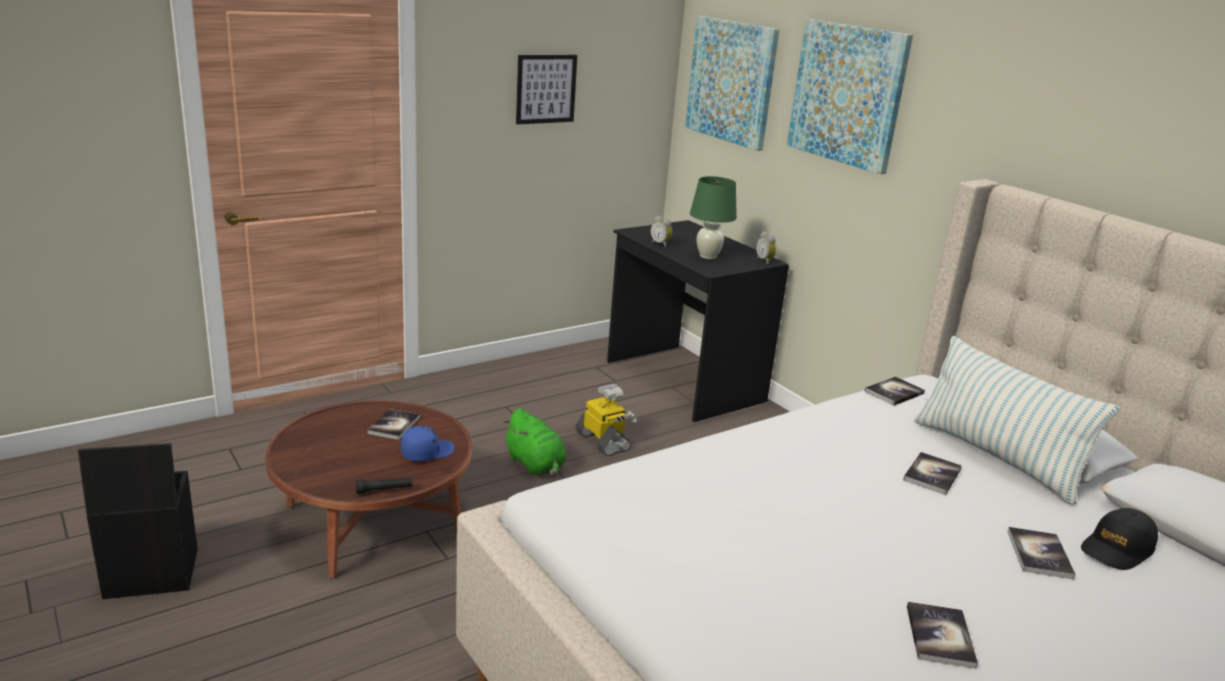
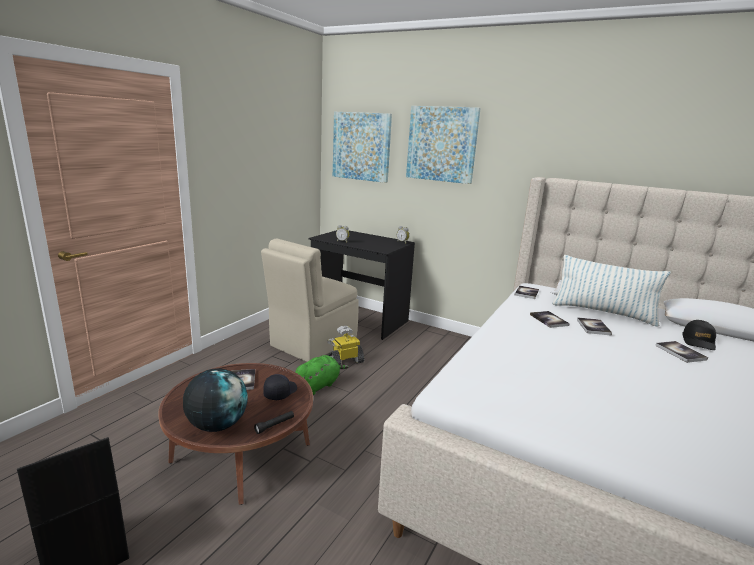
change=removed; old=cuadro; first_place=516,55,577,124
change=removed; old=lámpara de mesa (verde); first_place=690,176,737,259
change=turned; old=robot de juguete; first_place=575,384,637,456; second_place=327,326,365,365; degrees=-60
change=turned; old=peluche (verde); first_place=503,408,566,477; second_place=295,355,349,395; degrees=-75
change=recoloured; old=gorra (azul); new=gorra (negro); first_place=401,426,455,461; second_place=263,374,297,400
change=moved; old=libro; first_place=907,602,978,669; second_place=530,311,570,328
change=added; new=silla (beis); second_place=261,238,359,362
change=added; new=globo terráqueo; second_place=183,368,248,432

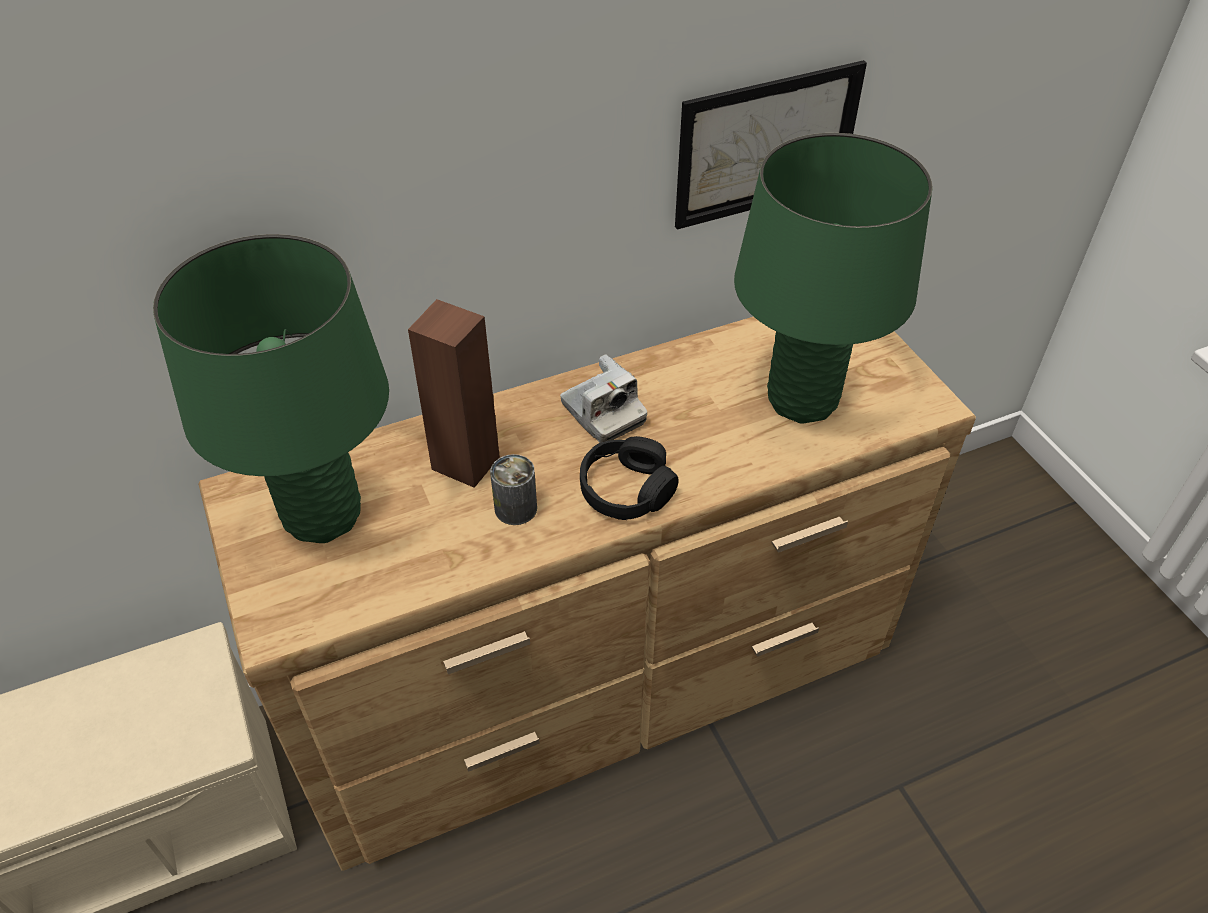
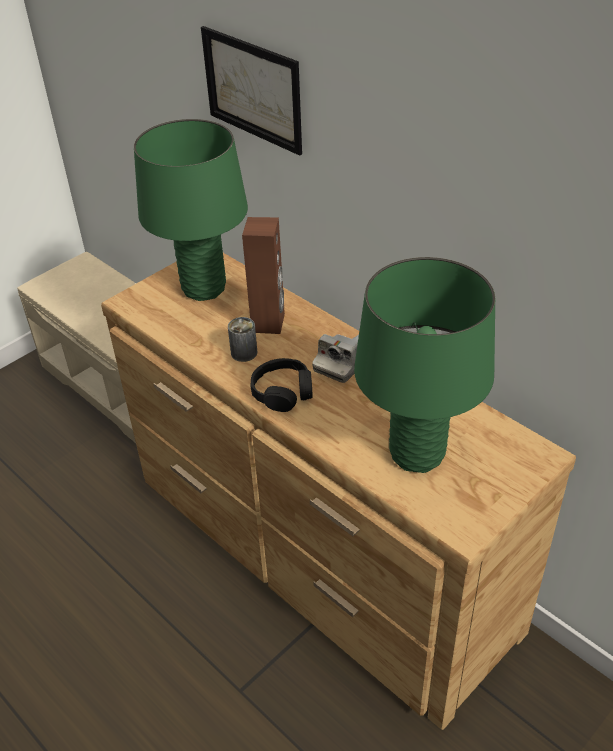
change=moved; old=cuadro; first_place=675,60,867,230; second_place=201,26,302,156

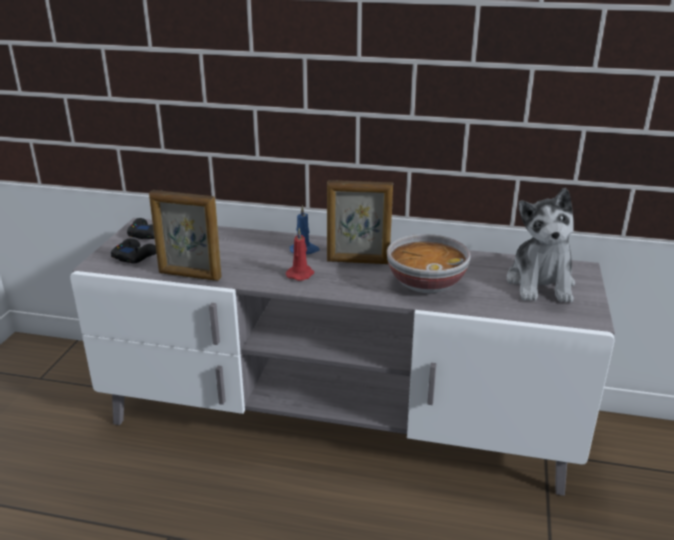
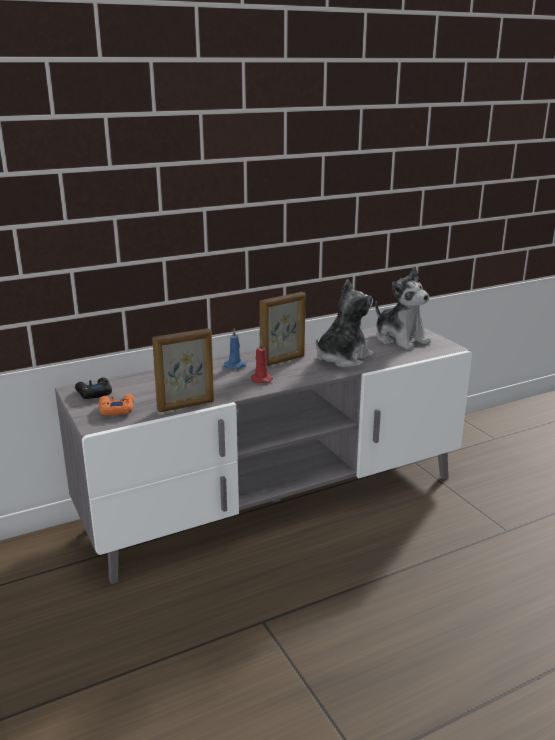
change=replaced; old=cuenco; new=peluche; first_place=387,234,471,293; second_place=316,279,374,368
change=recoloured; old=mando de consola (negro); new=mando de consola (naranja); first_place=111,238,157,264; second_place=99,394,134,415

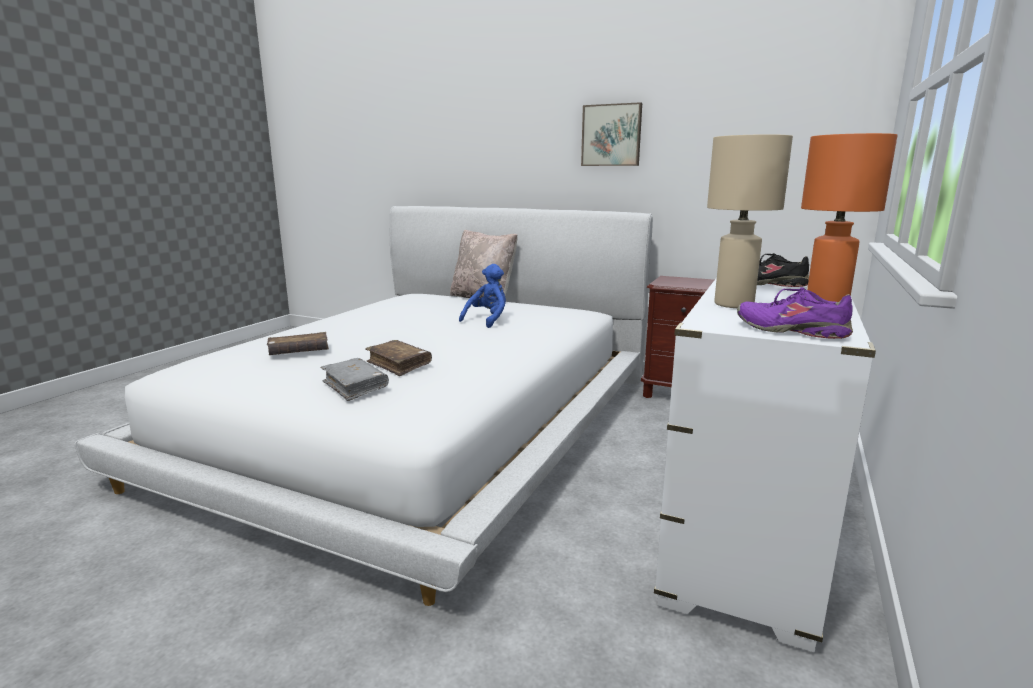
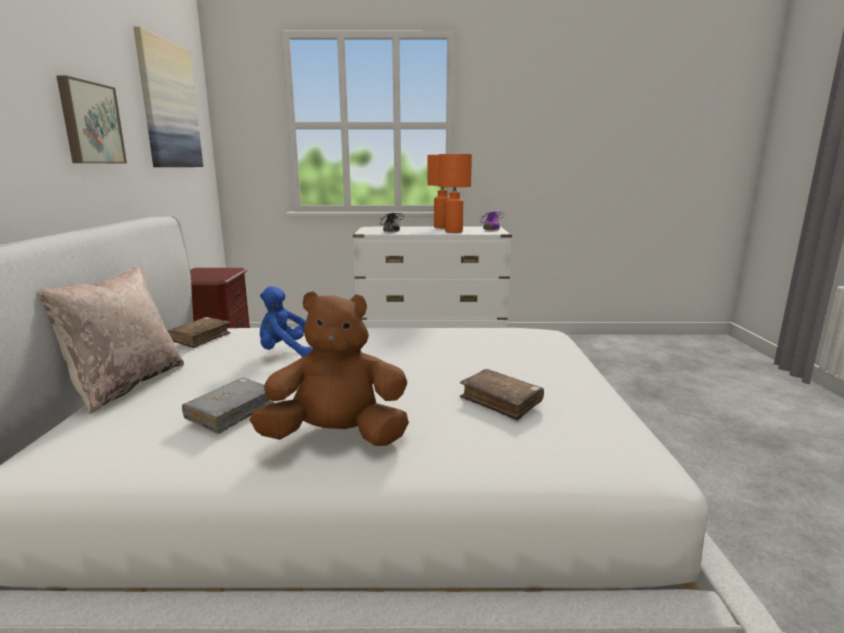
change=recoloured; old=lámpara de mesa (beis); new=lámpara de mesa (naranja); first_place=707,134,793,308; second_place=438,154,472,233
change=moved; old=libro (marrón); first_place=365,340,432,376; second_place=168,317,230,348
change=moved; old=libro (gris); first_place=321,358,389,401; second_place=182,378,274,434
change=added; new=cuadro; second_place=133,27,203,167
change=added; new=peluche (marrón); second_place=250,291,409,446

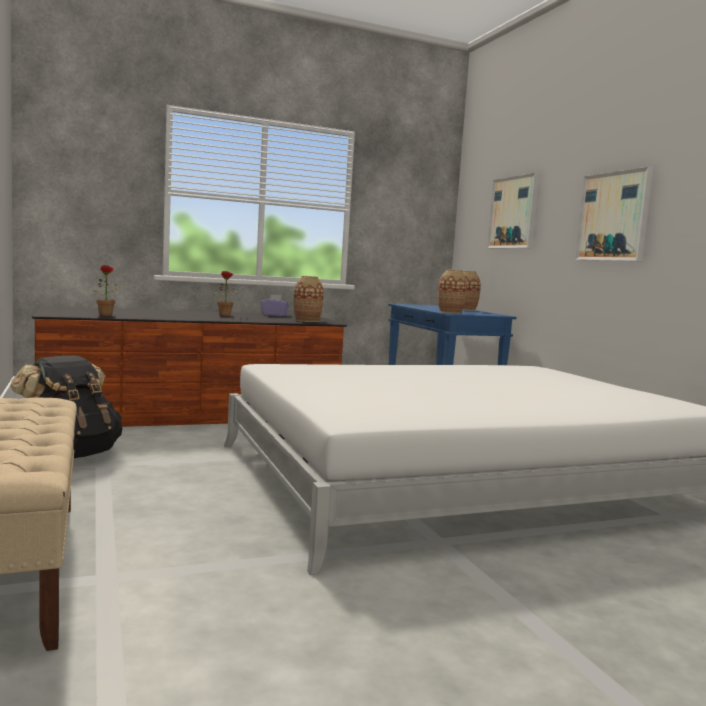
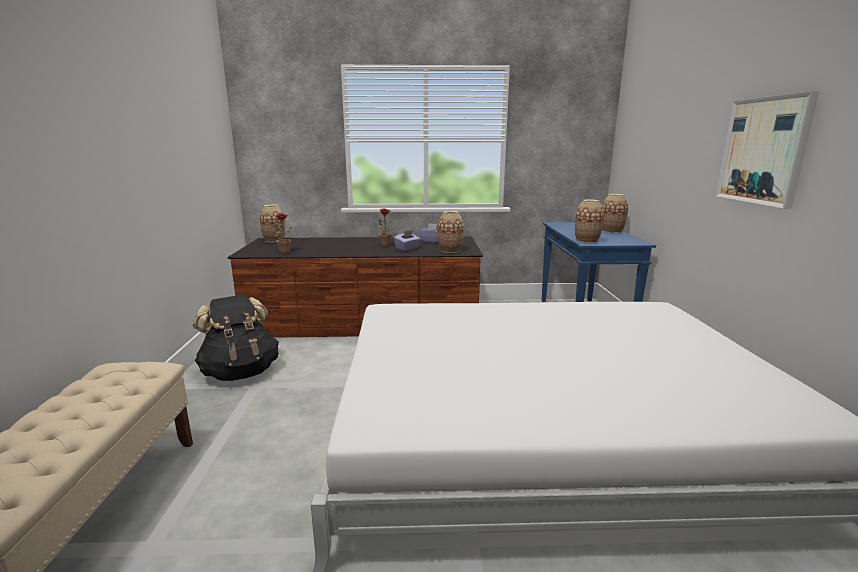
change=removed; old=cuadro; first_place=487,173,539,248
change=added; new=florero; second_place=260,204,285,242
change=added; new=caja de pañuelos (morado); second_place=394,230,421,251

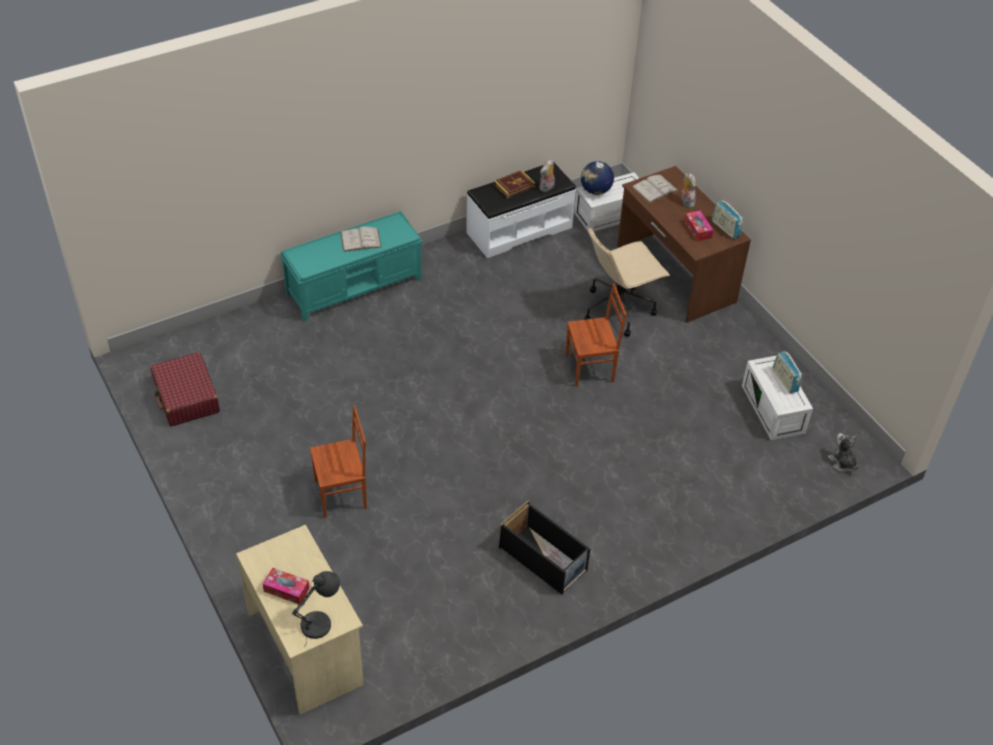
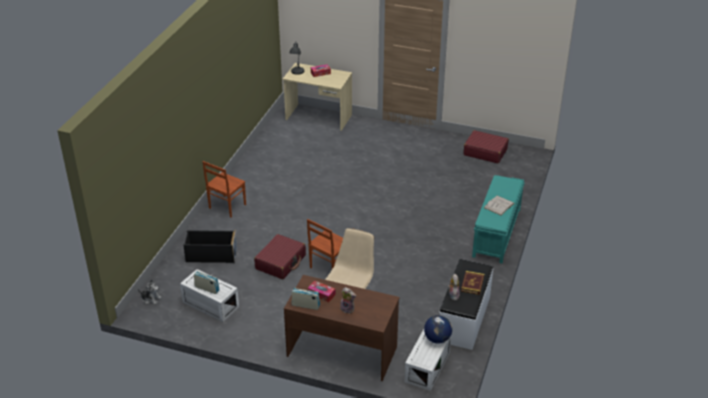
change=removed; old=libro (blanco); first_place=631,175,678,203
change=moved; old=silla (marrón); first_place=310,405,367,518; second_place=202,161,246,217
change=moved; old=caja de almacenaje (negro); first_place=499,500,590,594; second_place=183,230,237,264
change=added; new=maleta (rojo); second_place=254,234,306,279

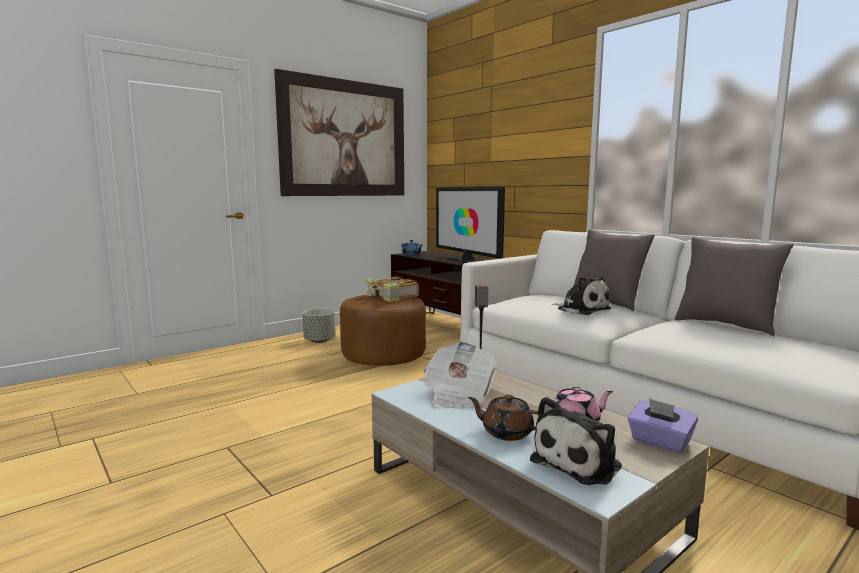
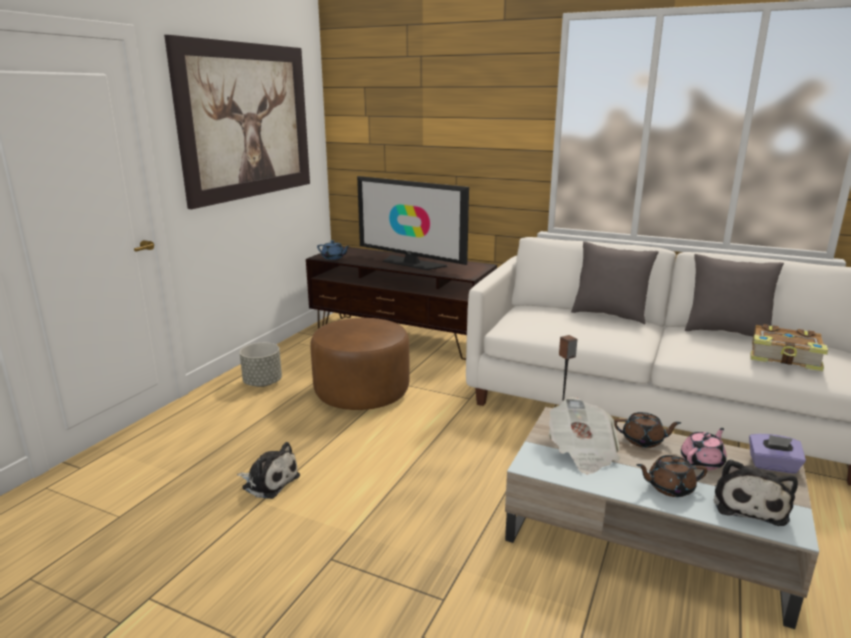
change=moved; old=libro; first_place=365,276,419,302; second_place=750,324,828,371
change=moved; old=peluche; first_place=552,276,611,315; second_place=237,442,300,499
change=added; new=tetera (marrón); second_place=614,412,681,448

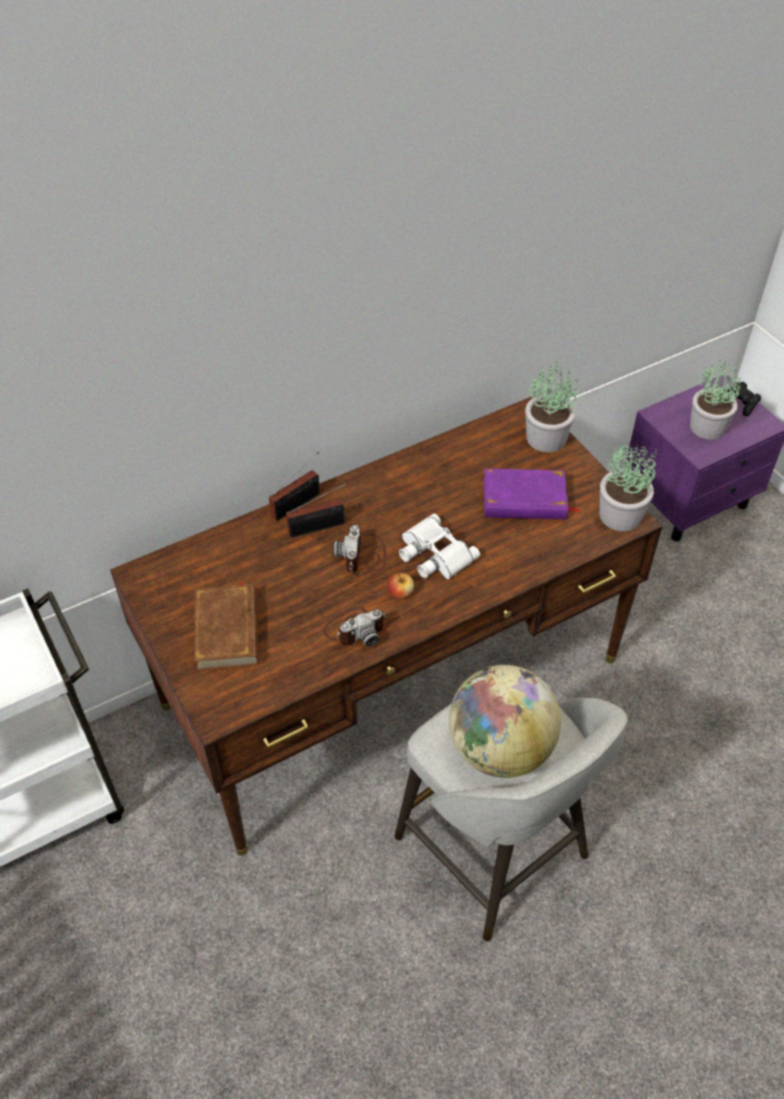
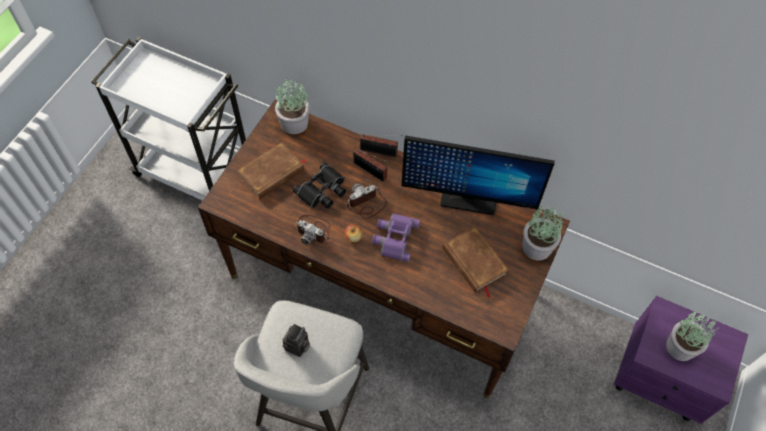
change=removed; old=mando de consola (negro); first_place=727,382,761,416
change=moved; old=planta en maceta; first_place=599,443,657,531; second_place=275,79,310,134
change=recoloured; old=libro (morado); new=libro (marrón); first_place=484,469,581,519; second_place=442,227,509,298
change=recoloured; old=prismáticos (blanco); new=prismáticos (morado); first_place=399,514,480,579; second_place=372,213,420,262
change=replaced; old=globo terráqueo; new=cámara; first_place=449,665,561,778; second_place=282,324,310,357
change=added; new=monitor; second_place=402,135,555,215
change=added; new=prismáticos (negro); second_place=293,162,346,209

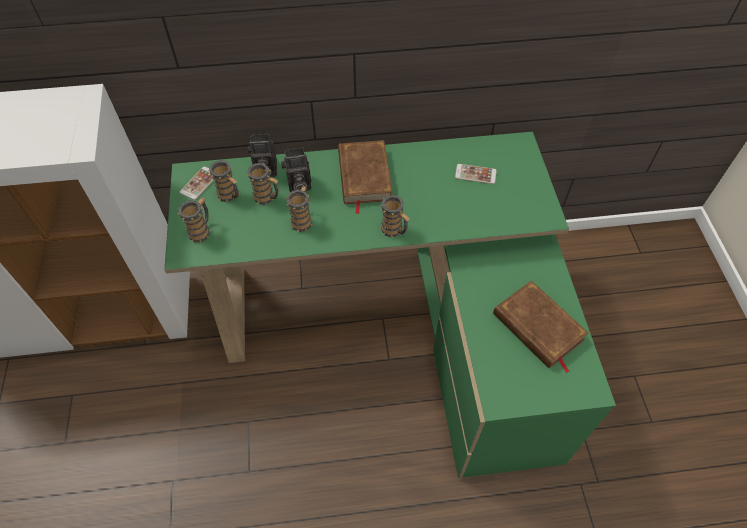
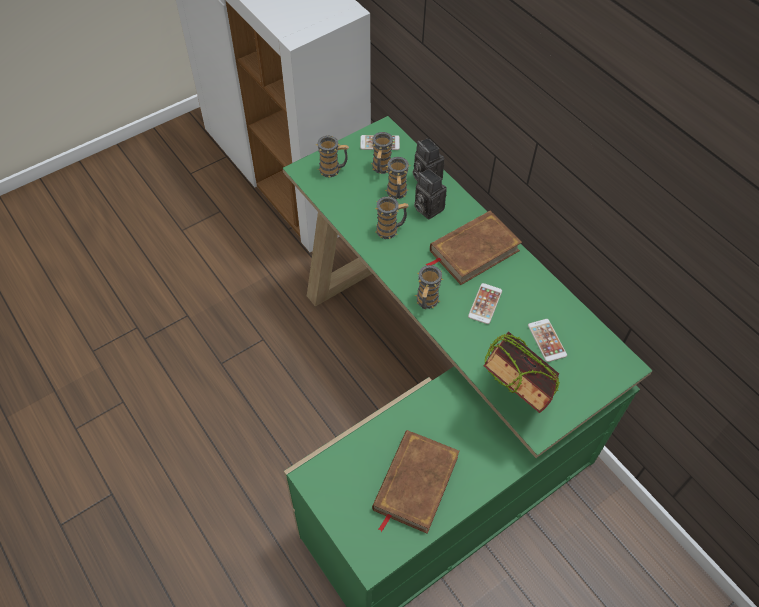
change=added; new=móvil; second_place=468,283,502,324
change=added; new=libro; second_place=484,331,560,413

